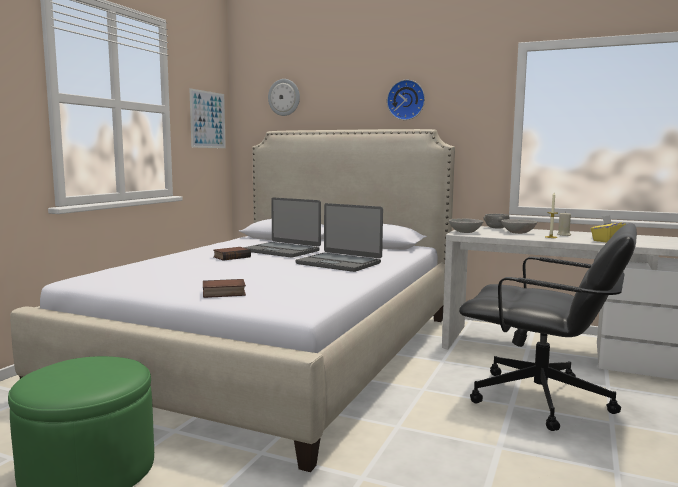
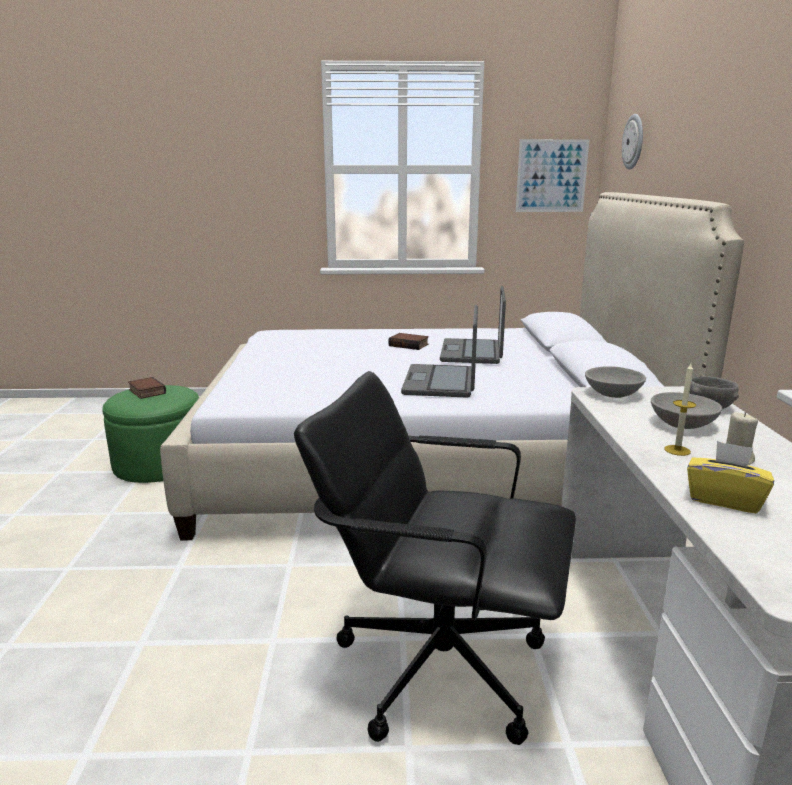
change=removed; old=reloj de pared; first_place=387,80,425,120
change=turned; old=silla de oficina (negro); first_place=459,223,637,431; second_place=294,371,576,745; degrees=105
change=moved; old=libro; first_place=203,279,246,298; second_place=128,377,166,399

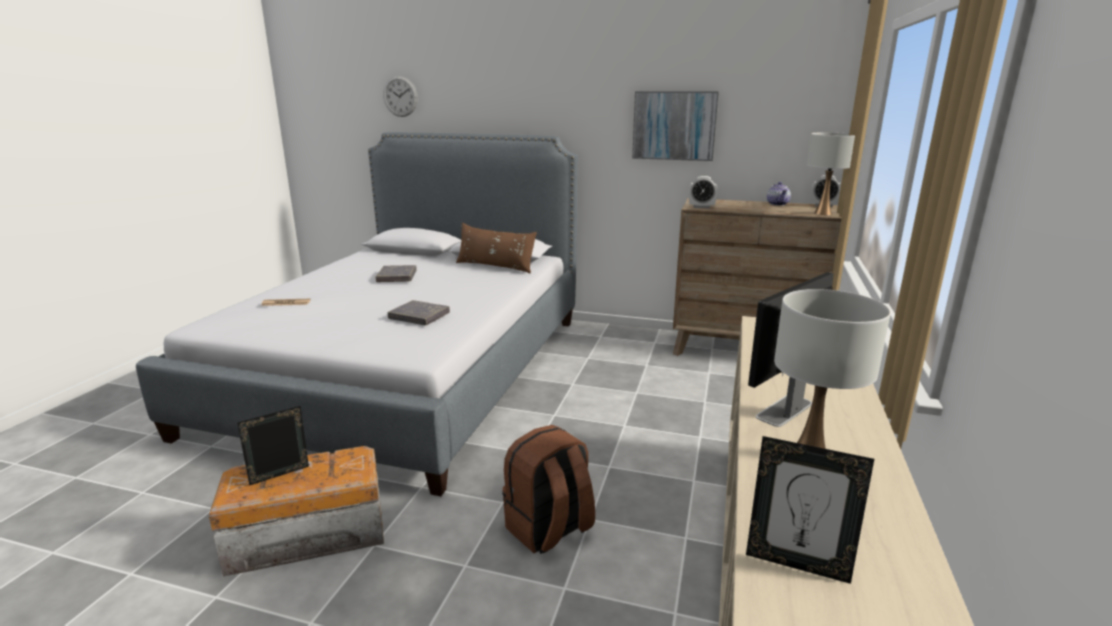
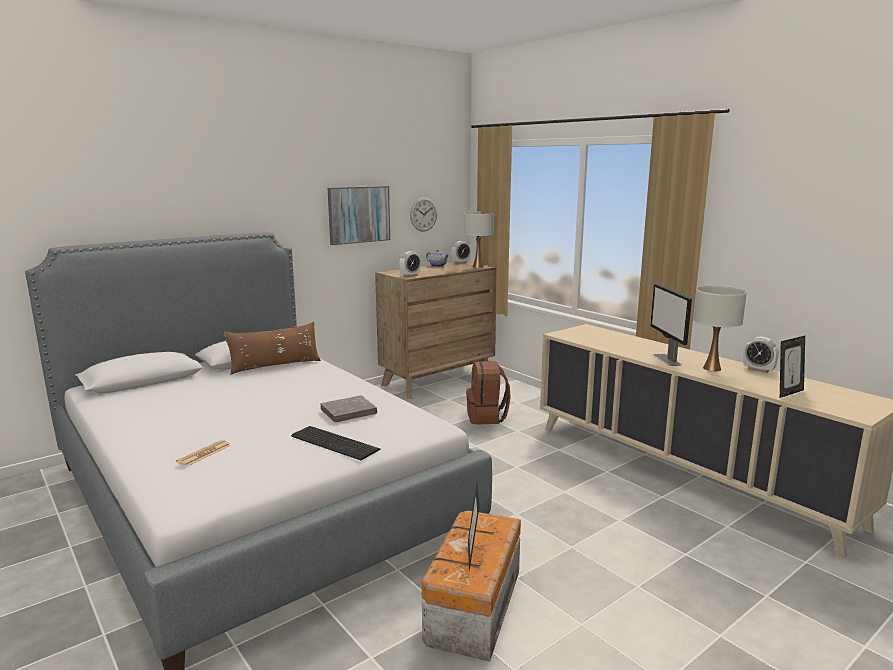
change=moved; old=reloj de pared; first_place=383,76,418,117; second_place=410,197,437,232
change=removed; old=libro (gris); first_place=376,265,416,282
change=moved; old=mochila (marrón); first_place=502,425,595,554; second_place=466,361,511,425
change=added; new=despertador; second_place=743,336,779,373
change=added; new=teclado; second_place=291,426,381,460

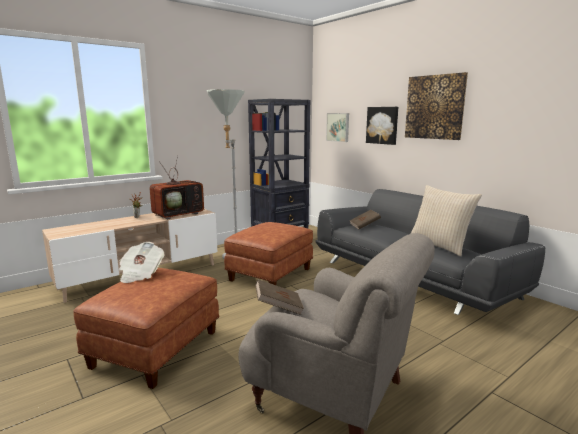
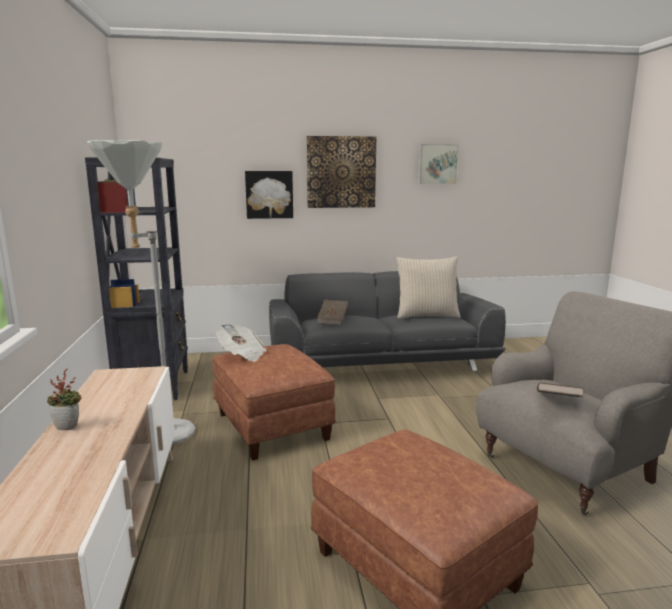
change=moved; old=cuadro; first_place=326,113,349,142; second_place=418,144,459,184
change=removed; old=televisor; first_place=149,155,204,219
change=moved; old=periódico; first_place=118,242,165,283; second_place=216,323,267,362

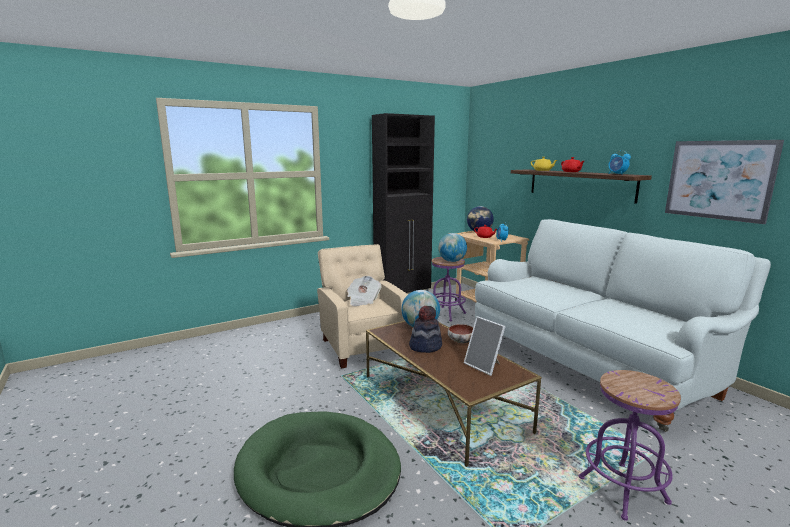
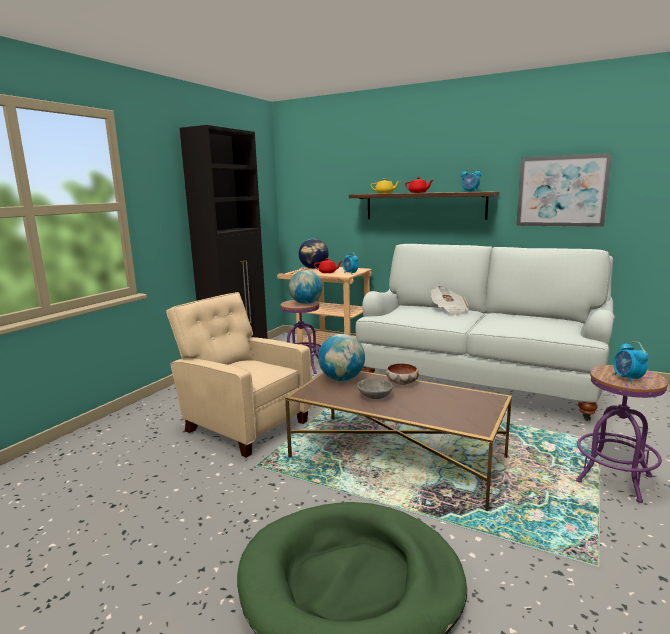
change=moved; old=periódico; first_place=347,276,382,306; second_place=431,285,469,315
change=replaced; old=sombrero; new=cuenco (gris); first_place=409,306,442,353; second_place=357,378,393,399
change=removed; old=portarretratos; first_place=464,316,506,376
change=added; new=despertador; second_place=613,341,649,383

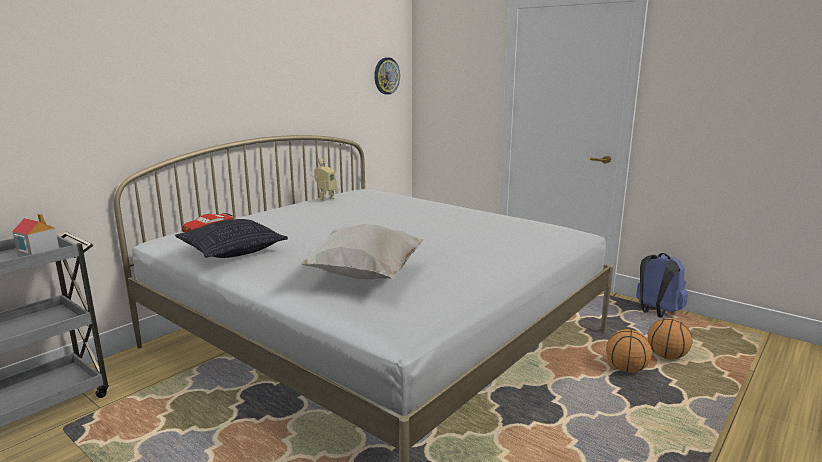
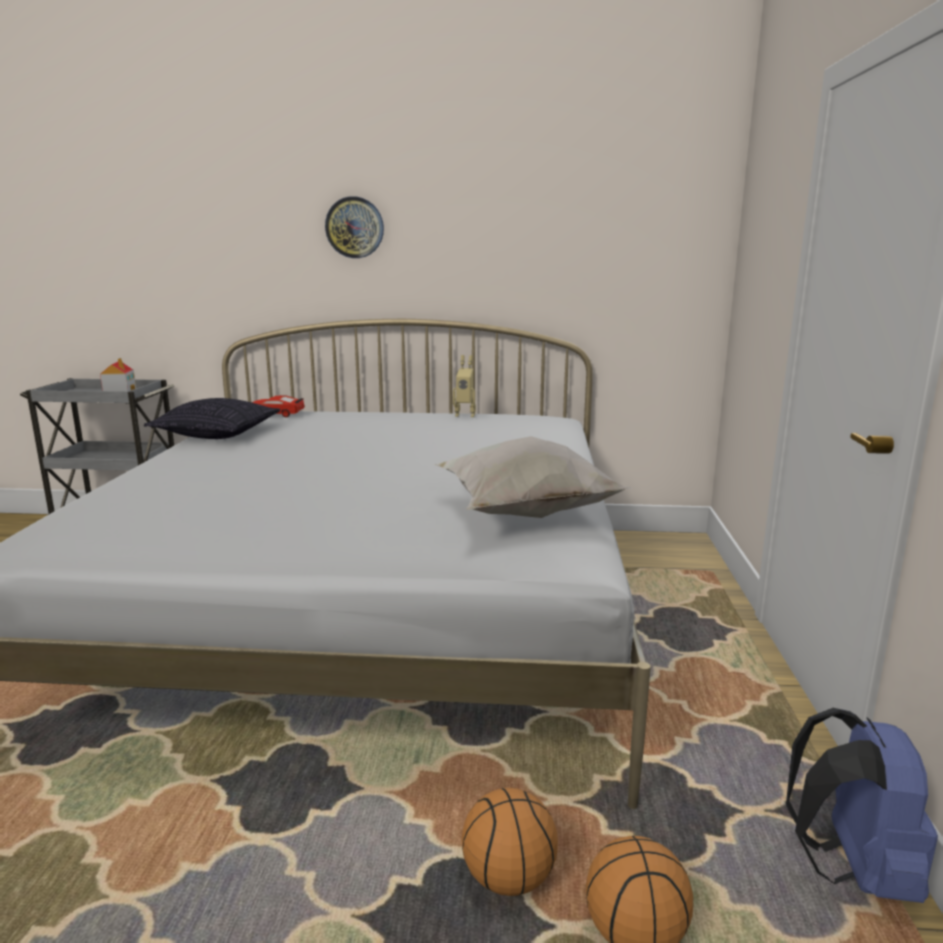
change=moved; old=reloj de pared; first_place=374,57,400,95; second_place=325,196,384,258
change=moved; old=cojín (blanco); first_place=296,224,424,279; second_place=433,436,632,518

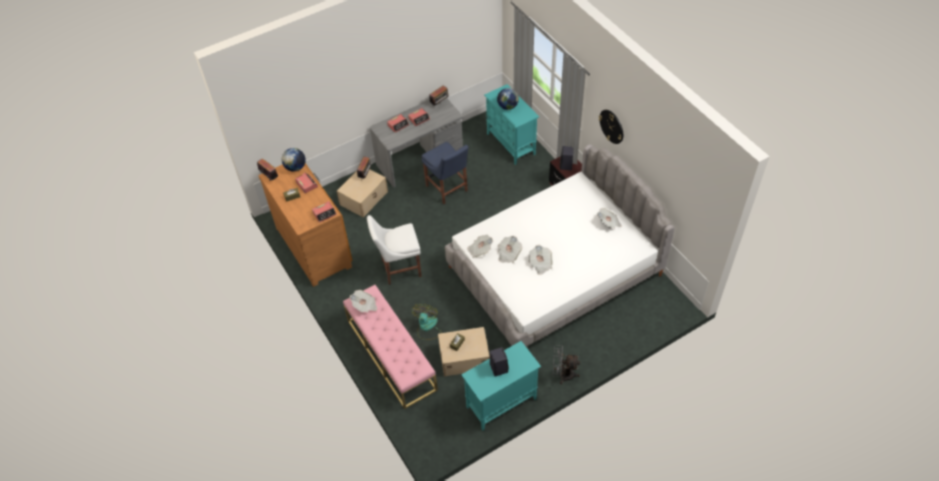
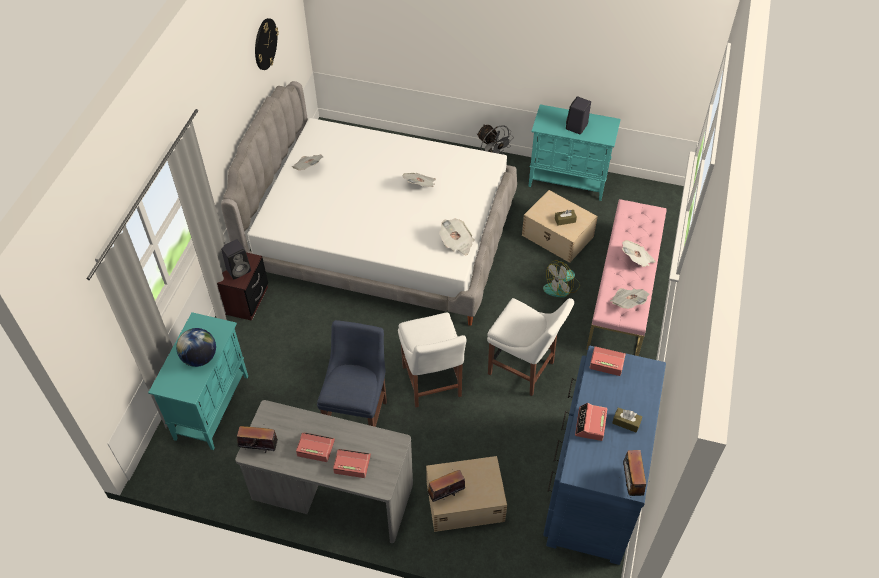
change=moved; old=reloj de pared; first_place=599,110,623,144; second_place=255,18,279,70
change=removed; old=globo terráqueo; first_place=282,148,306,172
change=recoloured; old=cómoda (marrón); new=cómoda (azul); first_place=259,163,352,287; second_place=543,346,666,565
change=moved; old=periódico; first_place=498,236,522,263; second_place=622,240,656,267
change=added; new=silla (blanco); second_place=398,313,467,408

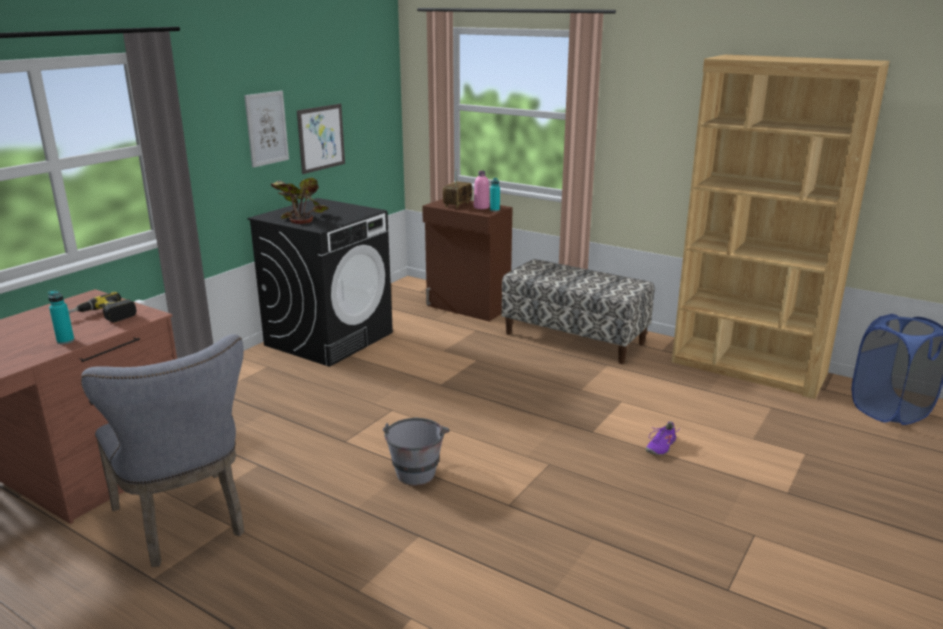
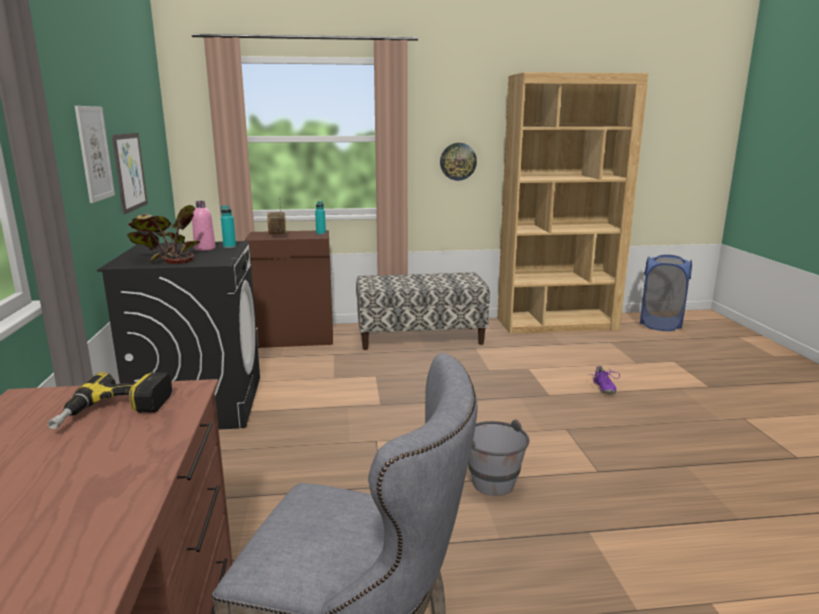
change=moved; old=botella (rosa); first_place=474,171,490,209; second_place=192,201,216,251
change=moved; old=botella (turquesa); first_place=48,291,74,344; second_place=221,205,236,248
change=added; new=reloj de pared; second_place=440,143,477,181

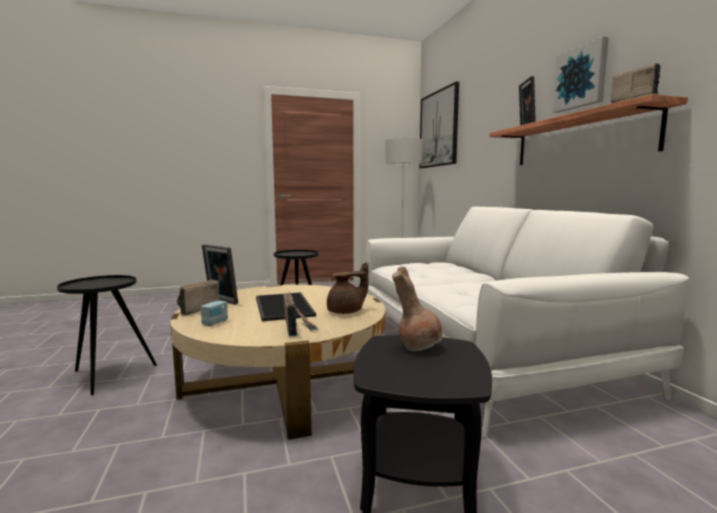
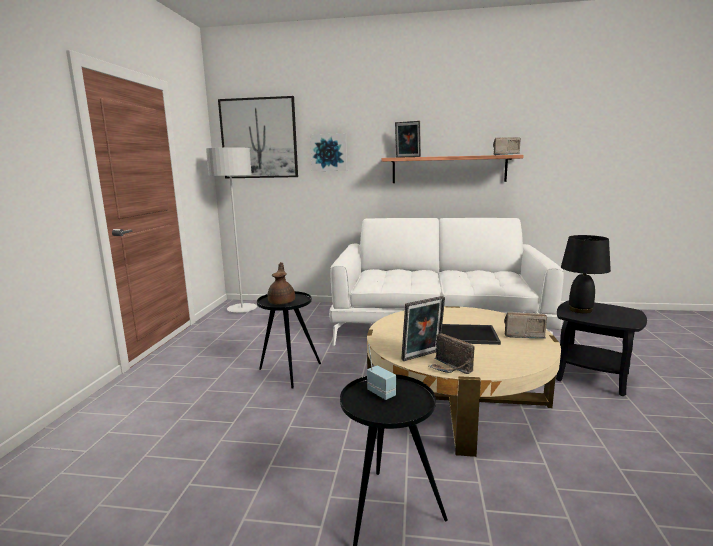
change=moved; old=cuadro; first_place=552,37,609,113; second_place=310,133,347,171
change=moved; old=tetera (marrón); first_place=327,262,369,314; second_place=267,262,295,305
change=replaced; old=florero (marrón); new=lámpara de mesa (negro); first_place=392,266,443,351; second_place=561,235,611,313
change=moved; old=radio; first_place=201,279,228,326; second_place=367,344,396,400

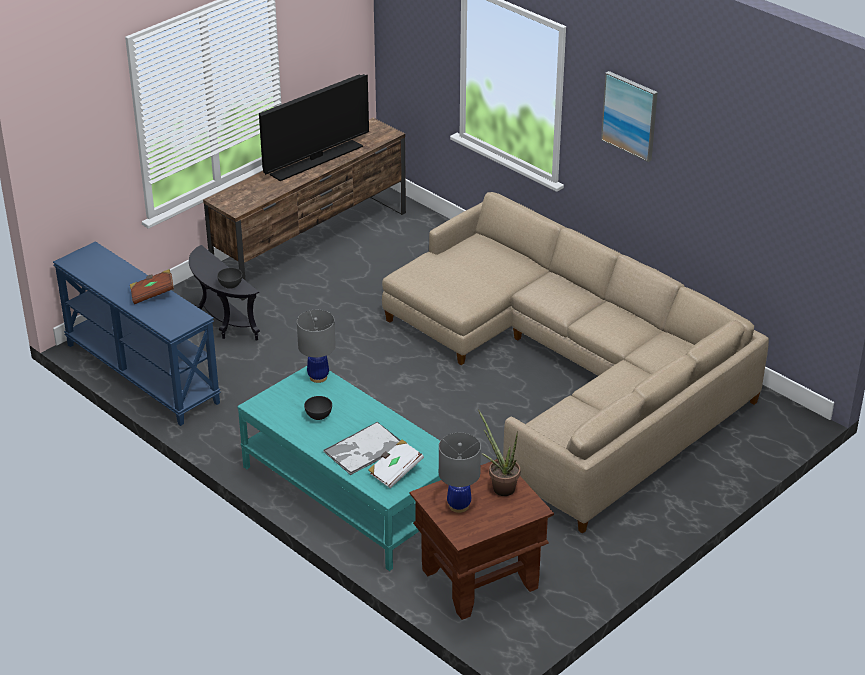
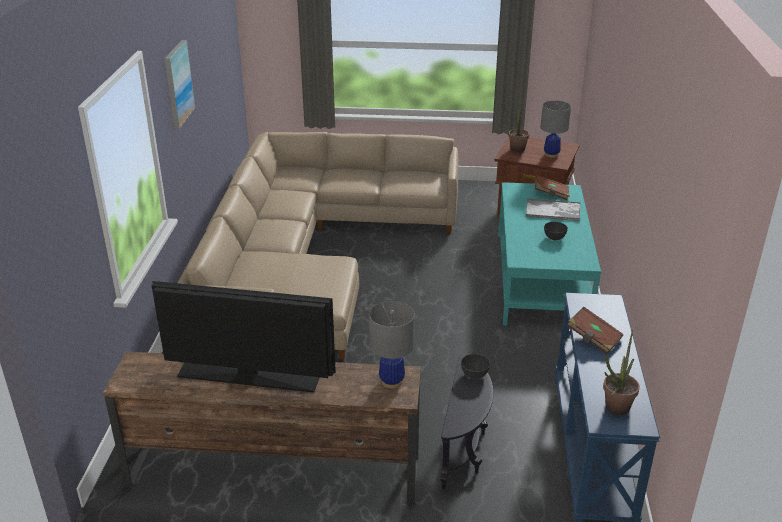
change=moved; old=lámpara de mesa (gris); first_place=297,310,336,383; second_place=369,301,415,388
change=recoloured; old=libro (blanco); new=libro (marrón); first_place=368,439,424,488; second_place=535,175,570,200
change=added; new=planta en maceta; second_place=603,330,640,415

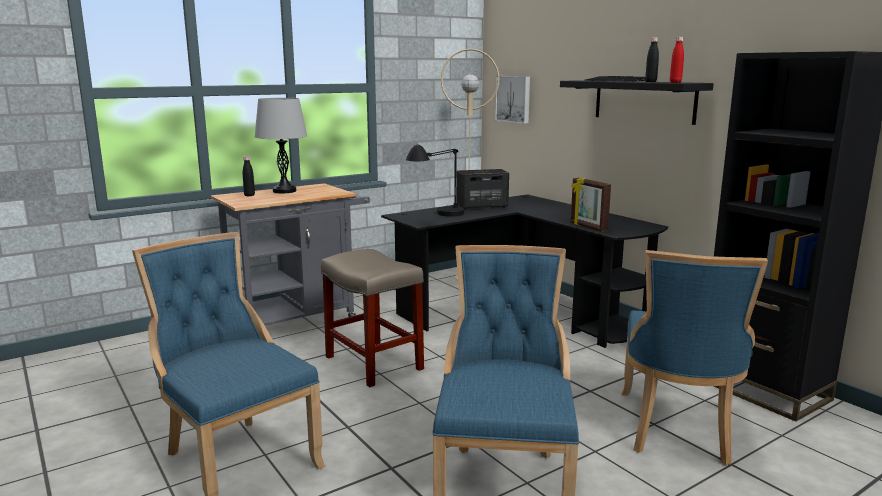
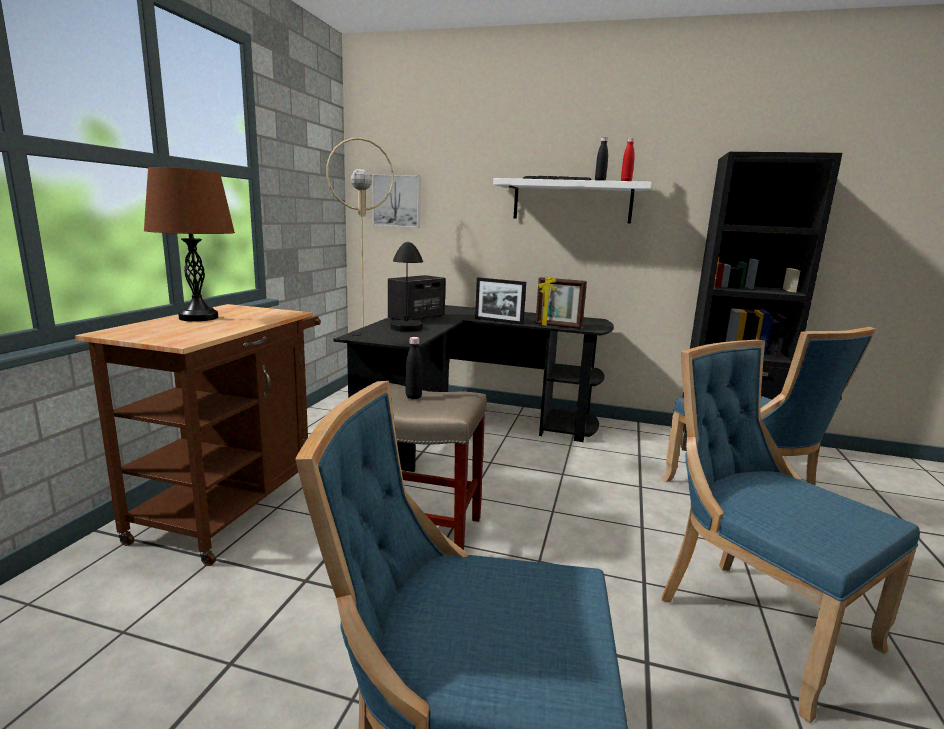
change=recoloured; old=estante (negro); new=estante (blanco); first_place=560,80,714,125; second_place=493,178,652,223
change=recoloured; old=lámpara de mesa (gris); new=lámpara de mesa (marrón); first_place=255,98,307,193; second_place=144,167,235,321
change=moved; old=botella (negro); first_place=243,156,255,196; second_place=406,337,422,399
change=recoloured; old=carrito (gris); new=carrito (marrón); first_place=211,183,370,325; second_place=75,304,321,566
change=added; new=portarretratos; second_place=475,277,526,325

